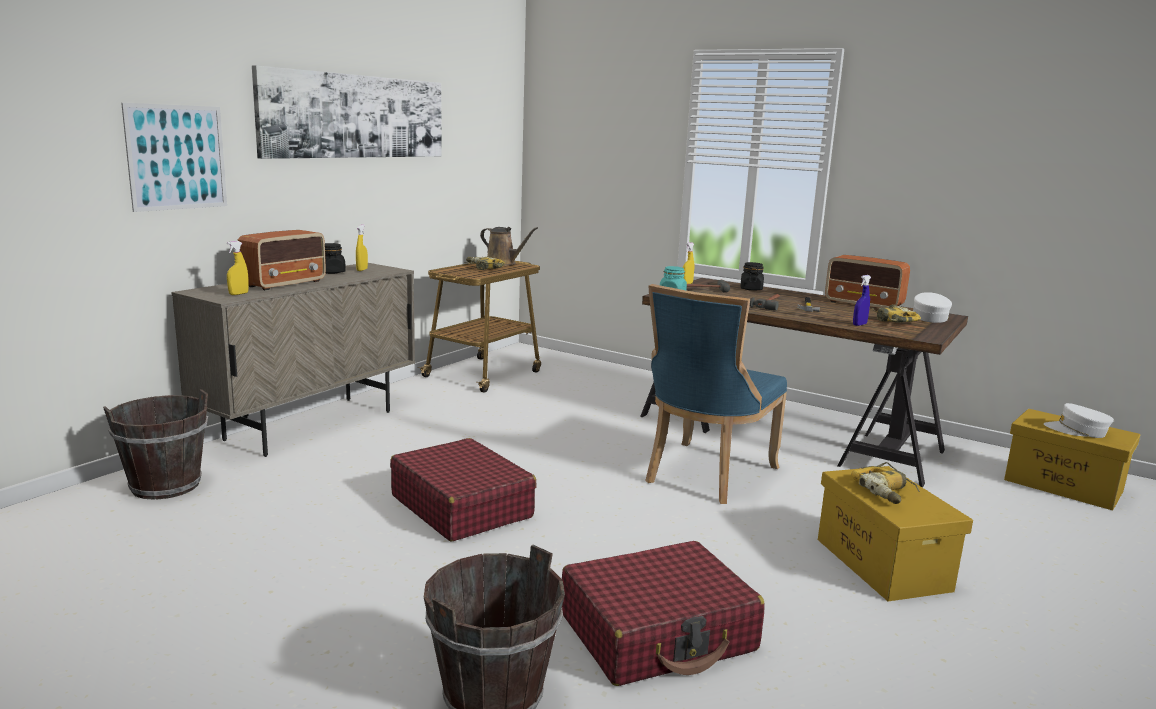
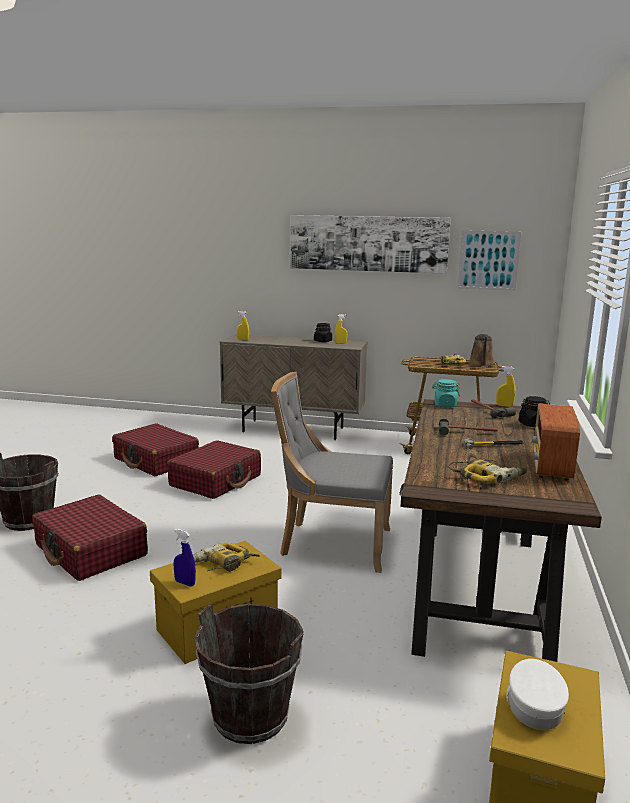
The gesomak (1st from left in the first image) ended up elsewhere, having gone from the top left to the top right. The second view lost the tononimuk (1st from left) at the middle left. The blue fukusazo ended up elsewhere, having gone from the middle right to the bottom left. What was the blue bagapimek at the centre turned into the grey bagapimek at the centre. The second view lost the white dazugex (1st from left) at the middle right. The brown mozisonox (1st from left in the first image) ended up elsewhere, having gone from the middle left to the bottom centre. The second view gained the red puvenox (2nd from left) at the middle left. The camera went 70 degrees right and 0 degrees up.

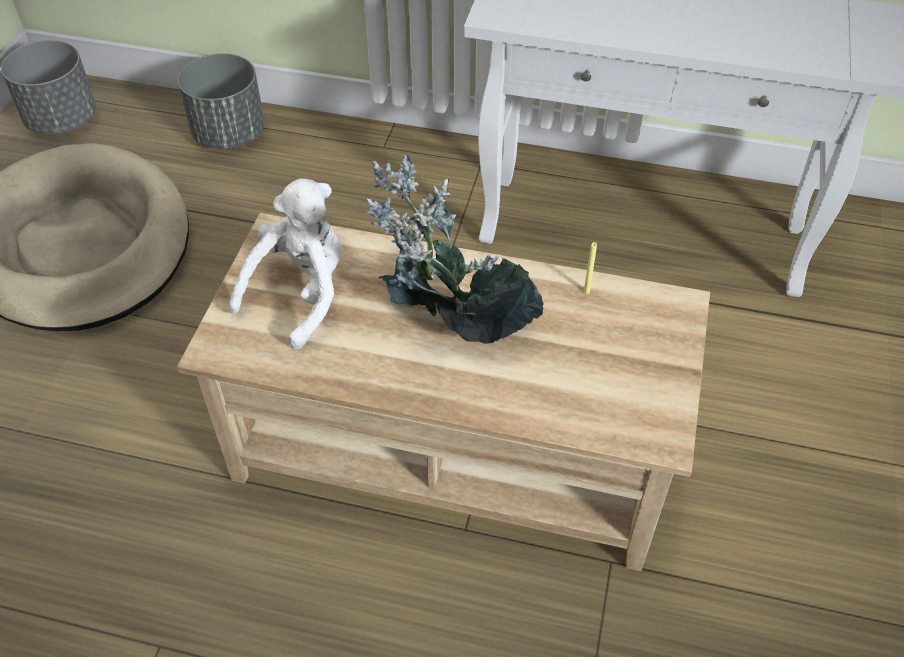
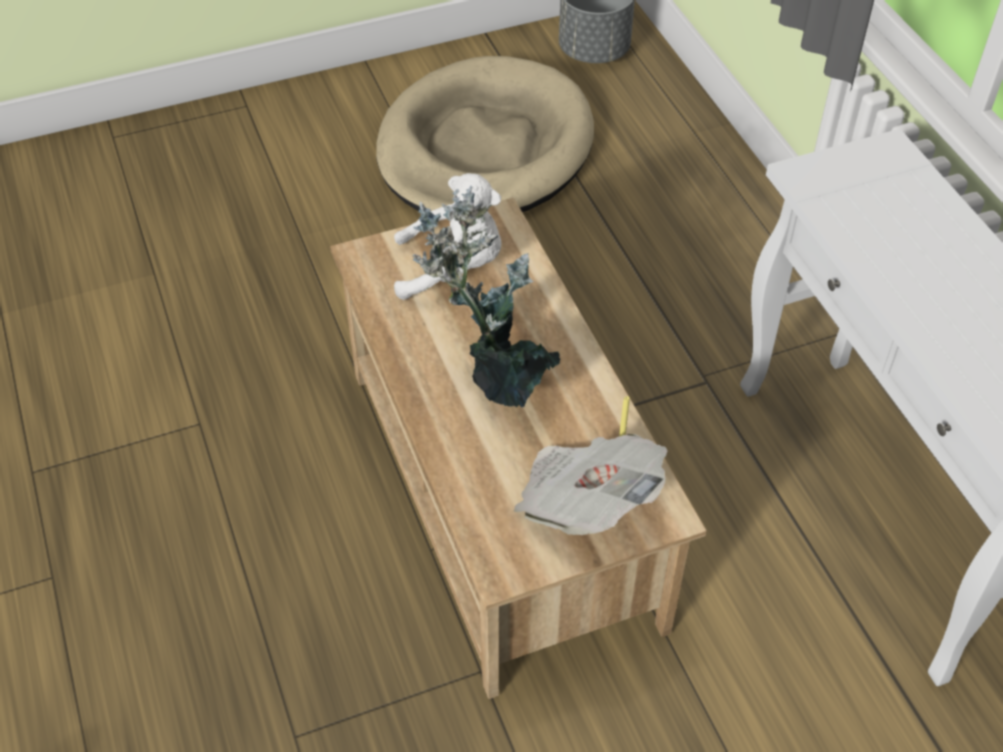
The second view lost the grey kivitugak (2nd from left) at the top left. The second view gained the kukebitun at the centre. The camera went 55 degrees right and 0 degrees up.

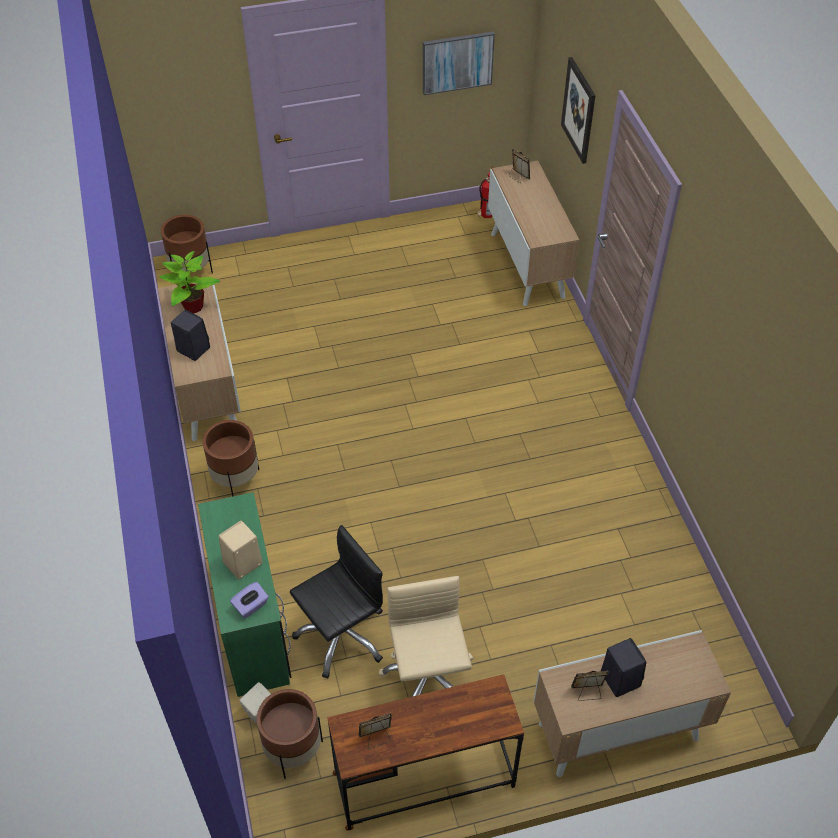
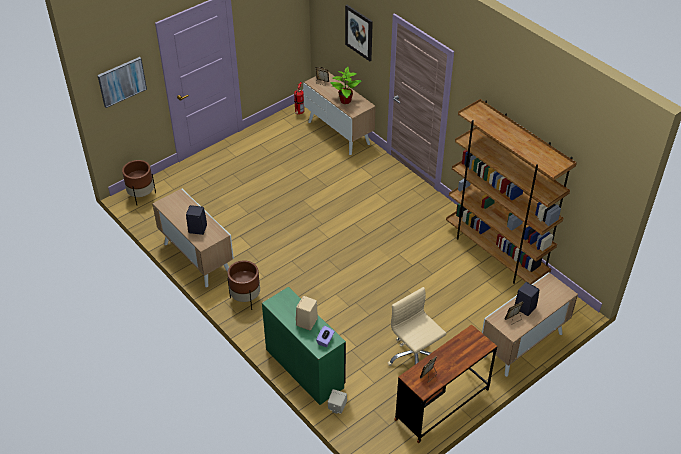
The gesomak (1st from left) ended up elsewhere, having gone from the top centre to the top left. The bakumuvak ended up elsewhere, having gone from the middle left to the top centre. The second view lost the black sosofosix at the bottom centre. The second view lost the brown kivitugak (3rd from left) at the bottom centre. The second view gained the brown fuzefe at the middle right. The camera went 25 degrees left and 5 degrees down.

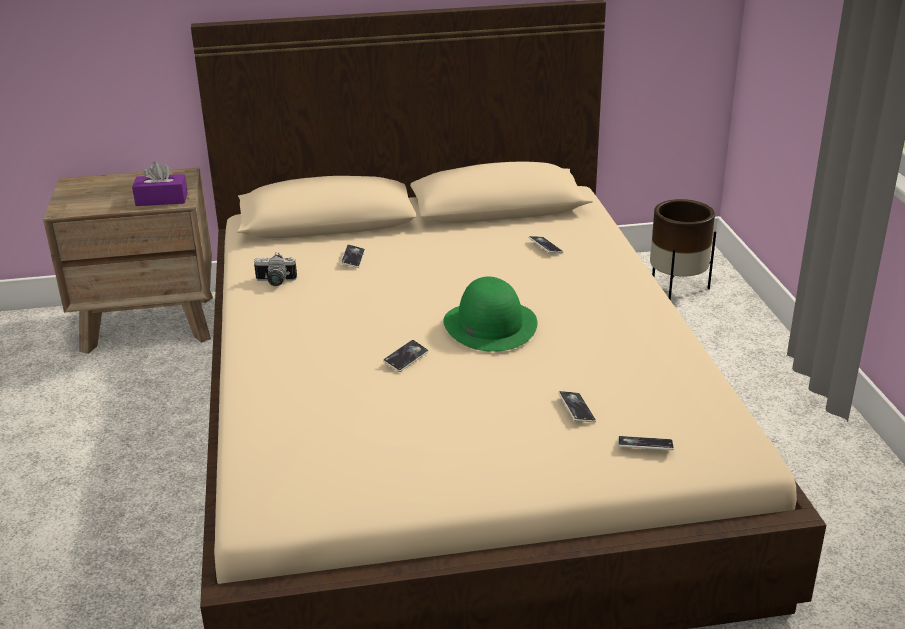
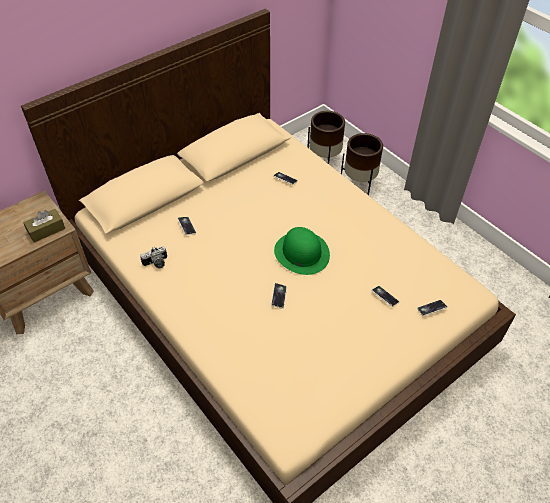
What was the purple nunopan at the top left turned into the brown nunopan at the middle left. The second view gained the brown kivitugak (2nd from left) at the top centre. The camera went 30 degrees left and 20 degrees up.

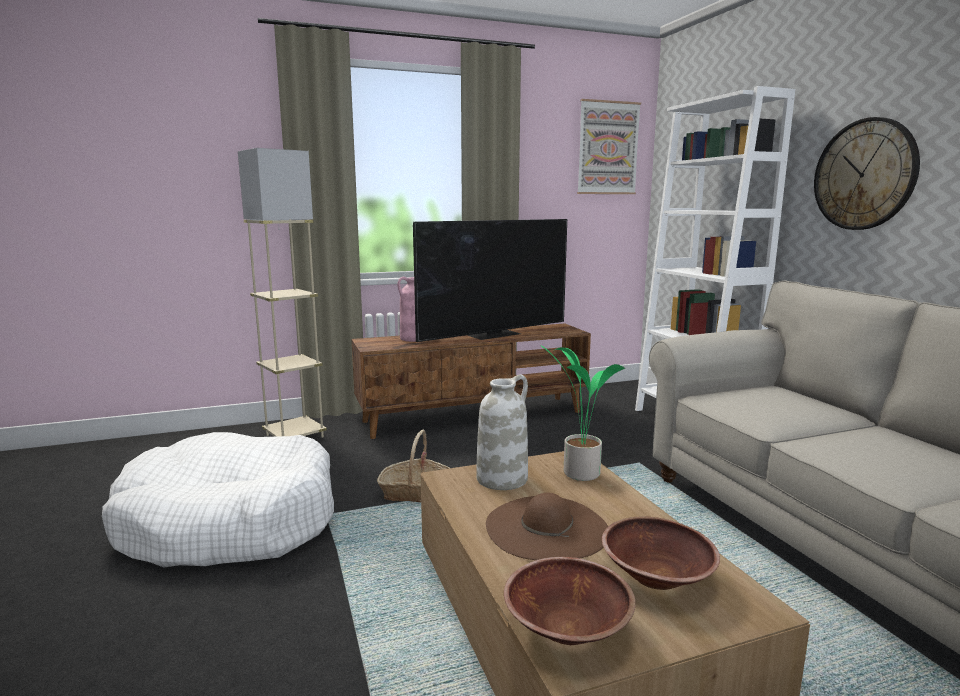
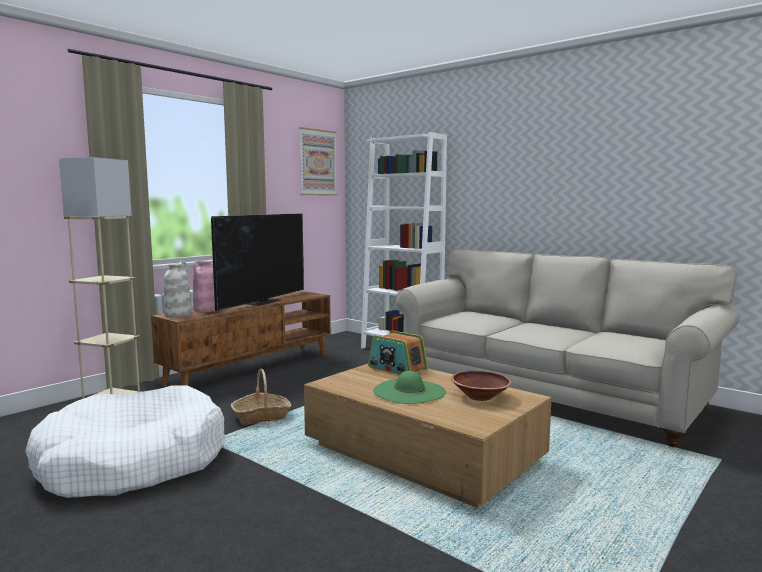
The second view lost the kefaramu at the top right. Where the bakumuvak stood at the centre, the tononimuk came to stand at the centre. The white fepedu ended up elsewhere, having gone from the centre to the middle left. What was the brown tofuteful at the bottom centre turned into the green tofuteful at the bottom centre. The second view lost the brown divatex (1st from left) at the bottom centre. The camera went 30 degrees left and 5 degrees down.

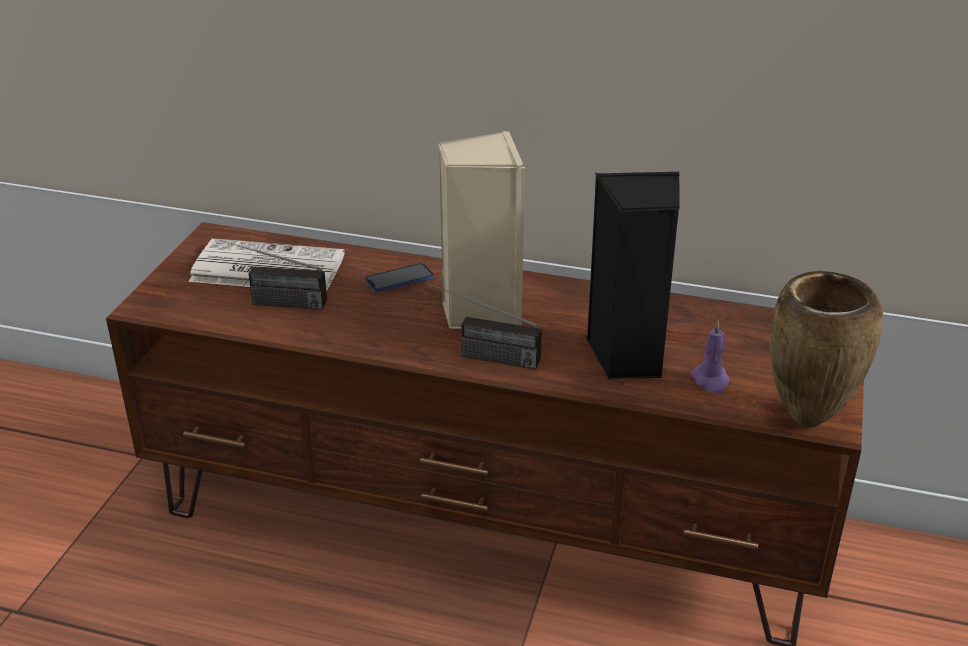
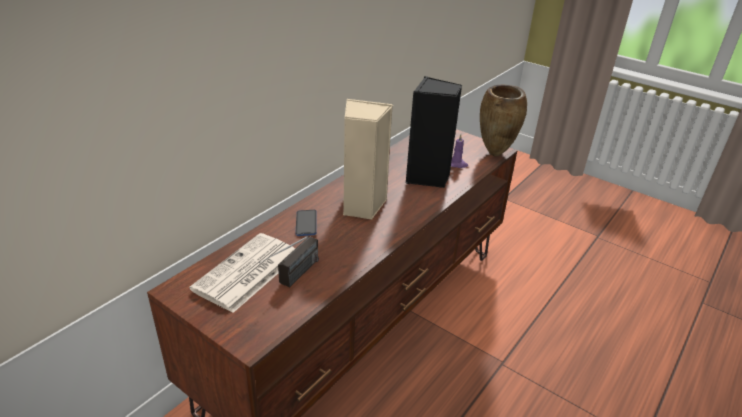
The second view lost the tononimuk (2nd from left) at the centre. The camera went 70 degrees left and 0 degrees up.

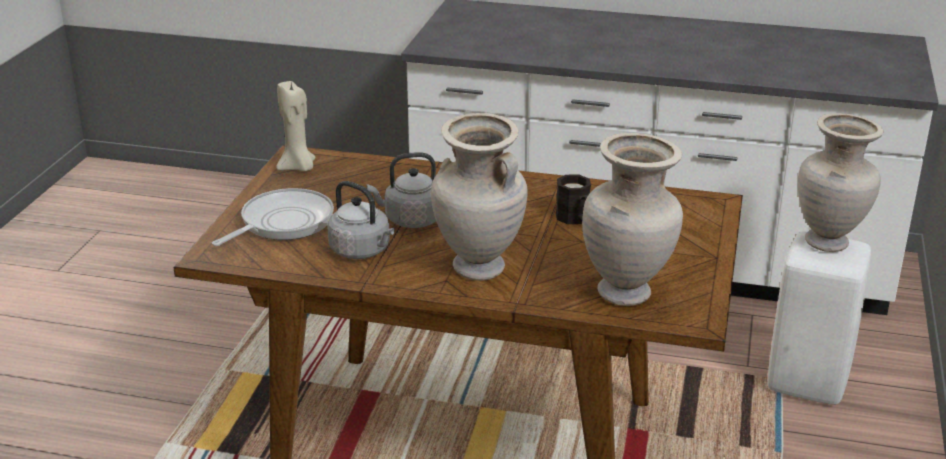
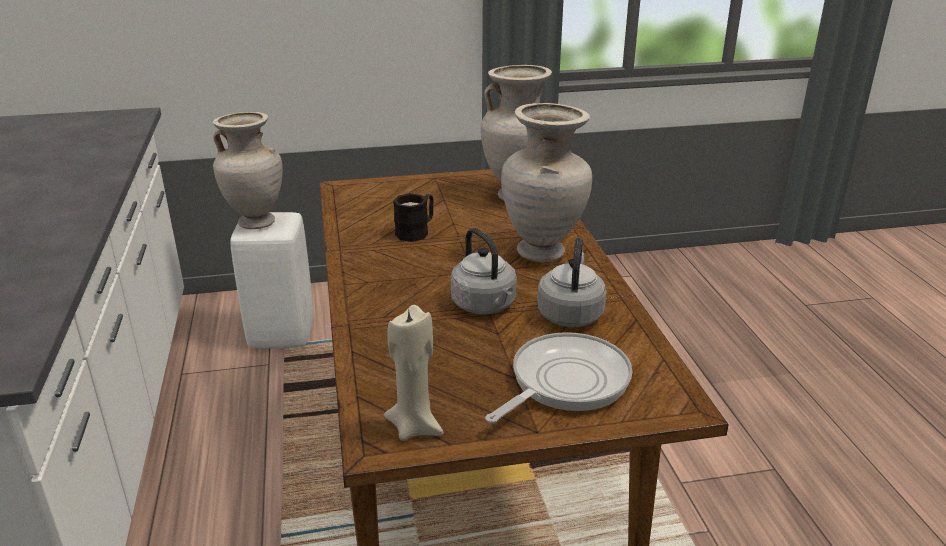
The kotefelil at the middle left ended up facing another way, 120 degrees clockwise from before. The camera went 115 degrees left and 0 degrees up.

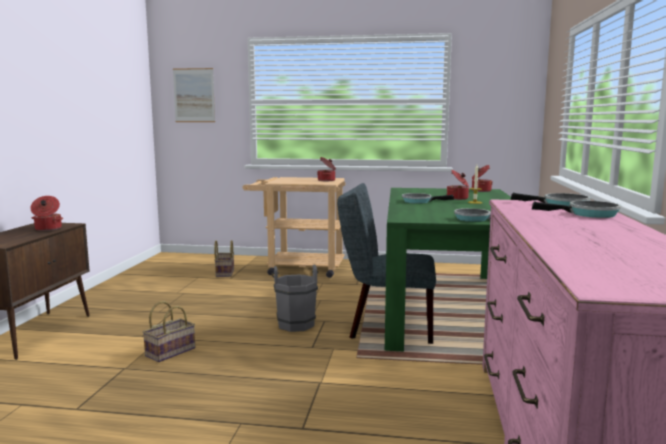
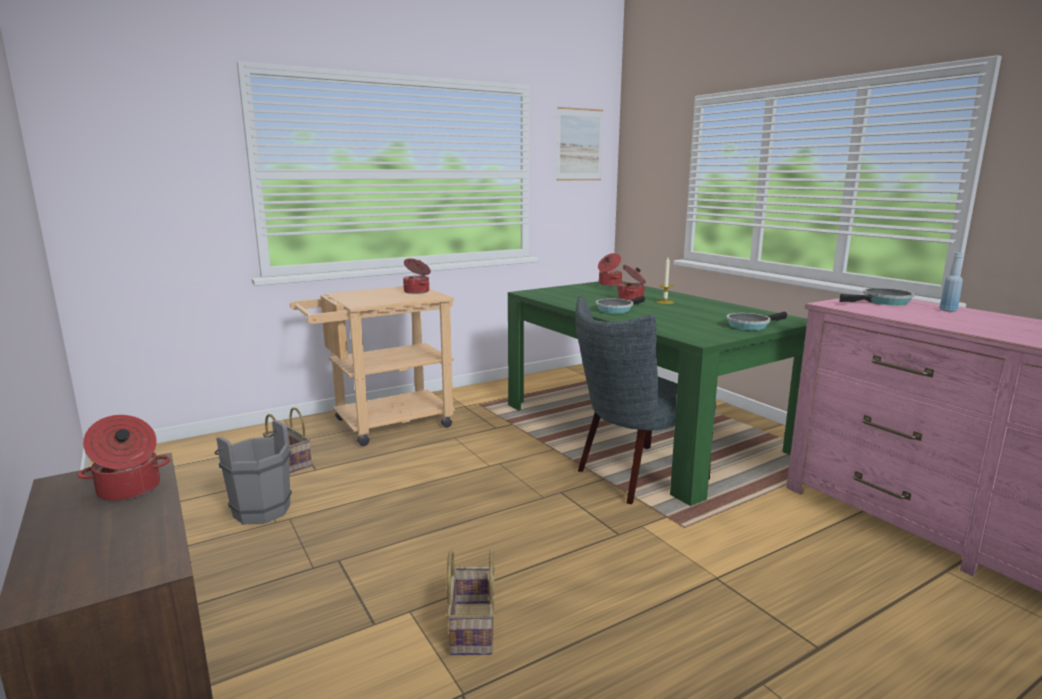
The gesomak ended up elsewhere, having gone from the top left to the top centre. Where the kotefelil (4th from left) stood at the middle right, the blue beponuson came to stand at the middle right. The grey mozisonox ended up elsewhere, having gone from the bottom centre to the bottom left. The camera went 40 degrees left and 5 degrees up.

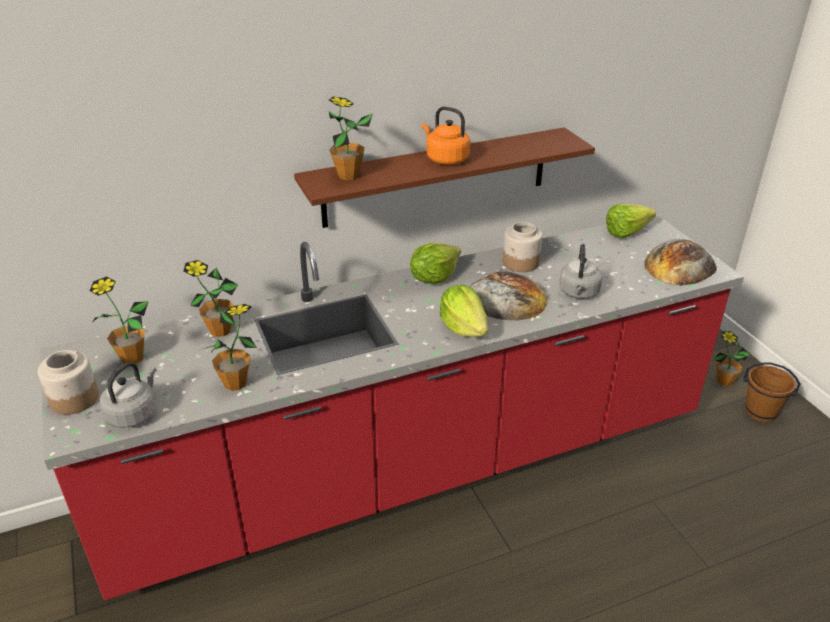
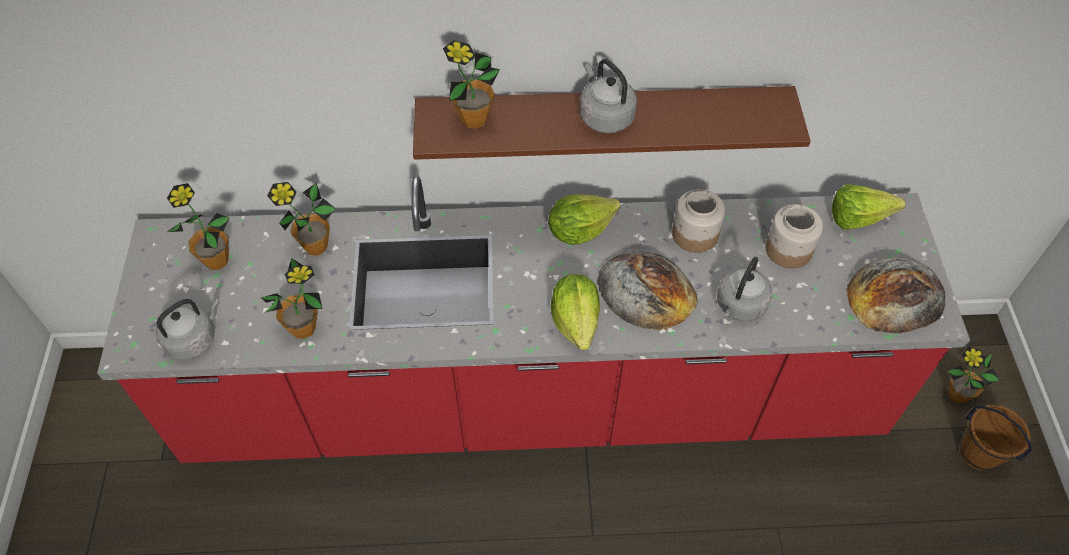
What was the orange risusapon at the top centre turned into the grey risusapon (2nd from left) at the top centre. The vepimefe (1st from left in the first image) ended up elsewhere, having gone from the middle left to the middle right. The camera went 20 degrees right and 20 degrees up.

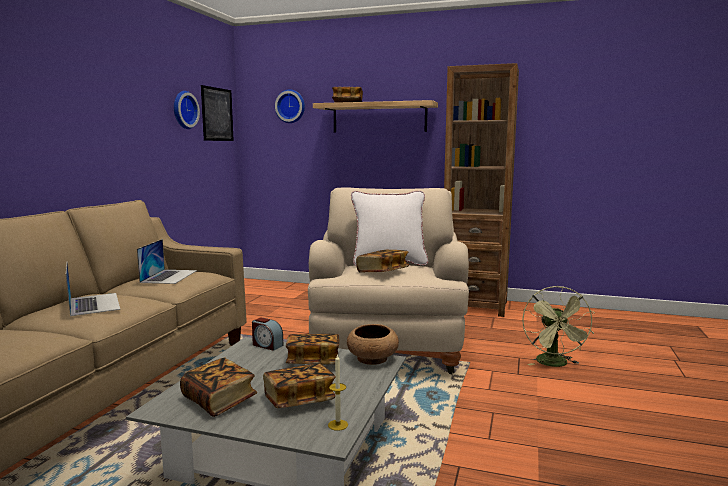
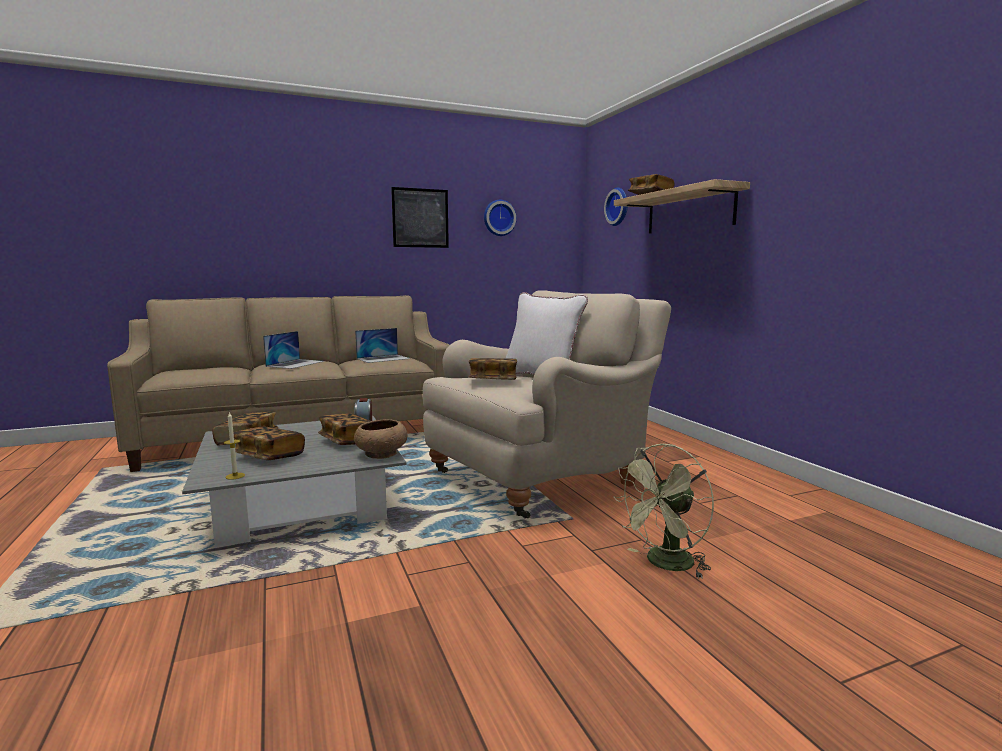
The second view lost the brown fuzefe at the centre. The gesomak ended up elsewhere, having gone from the top left to the top centre. The camera went 50 degrees right and 0 degrees up.

